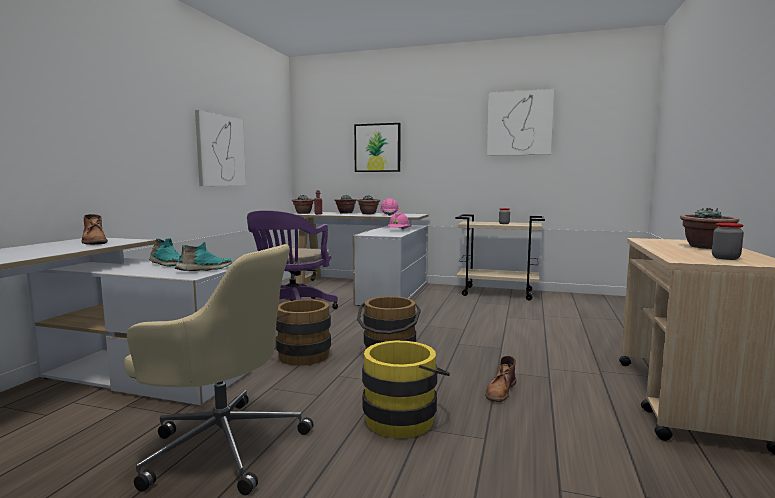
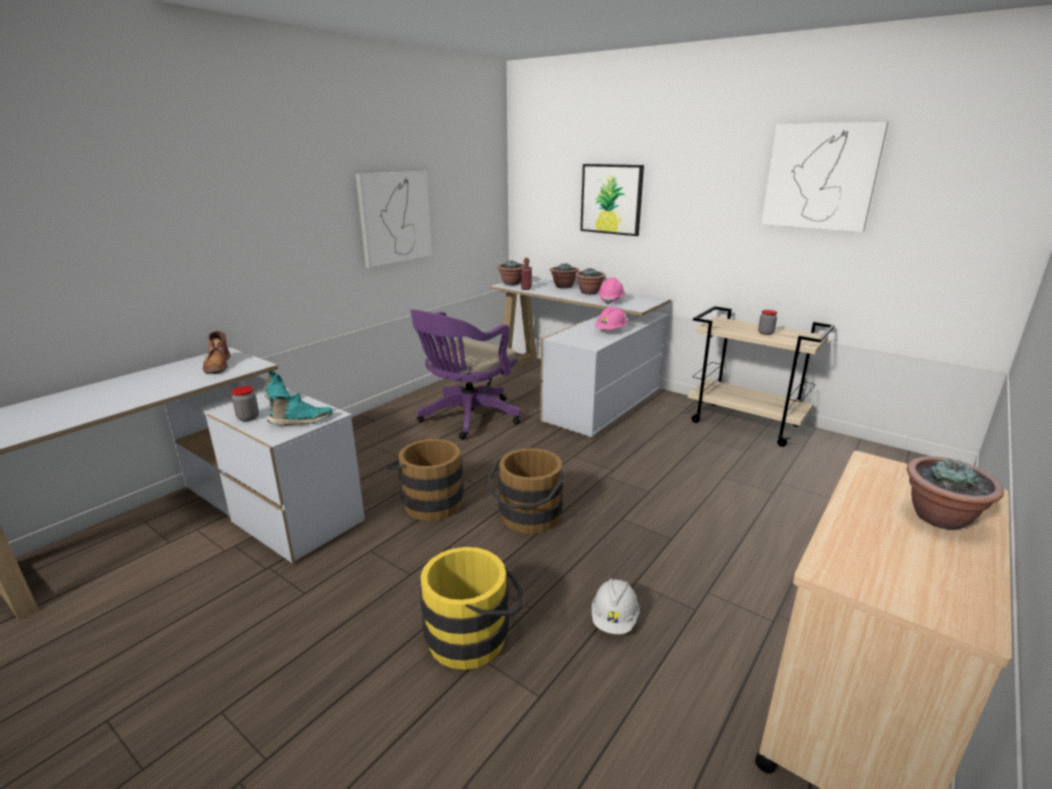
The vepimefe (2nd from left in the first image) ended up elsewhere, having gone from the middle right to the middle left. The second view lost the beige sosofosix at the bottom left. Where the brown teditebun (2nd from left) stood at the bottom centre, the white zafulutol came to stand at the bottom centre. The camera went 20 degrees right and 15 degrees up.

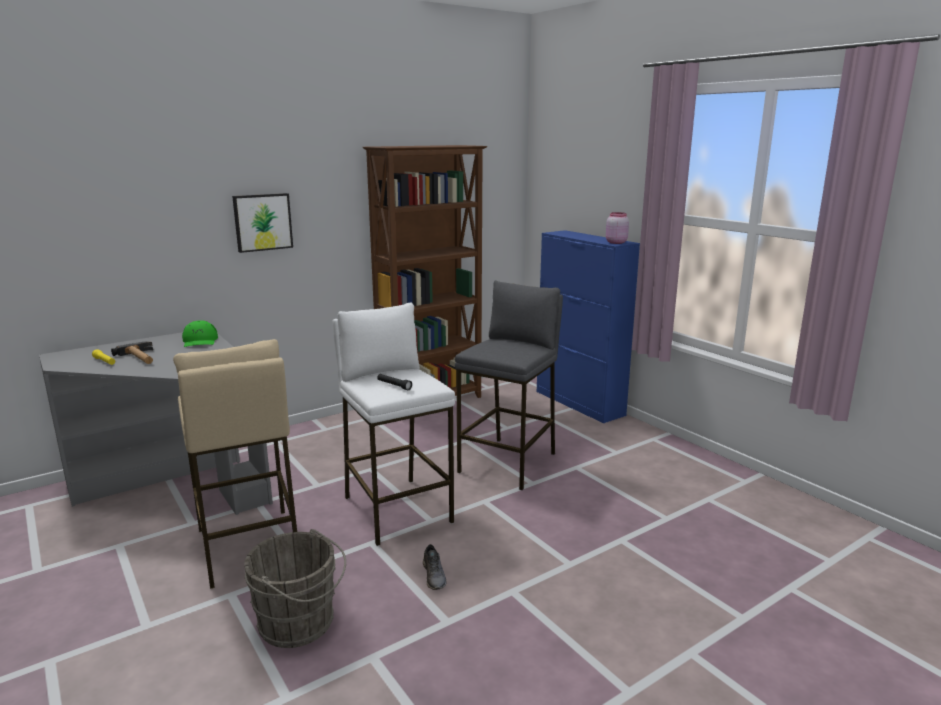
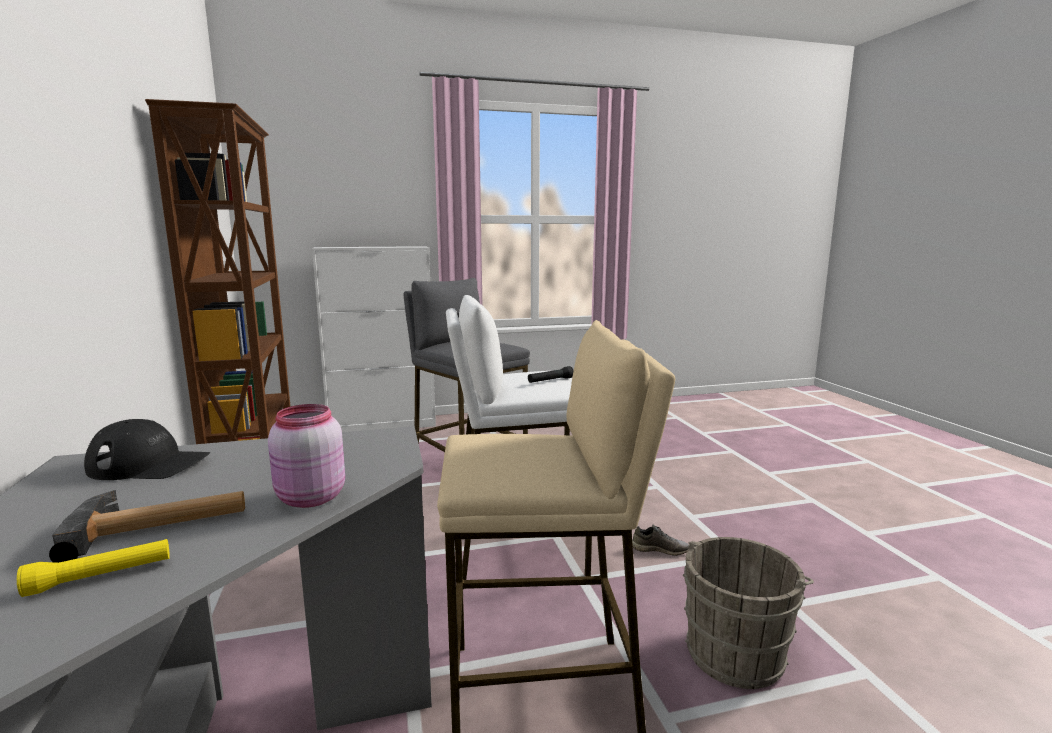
The second view lost the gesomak at the top left. The pink vepimefe ended up elsewhere, having gone from the top centre to the middle left. What was the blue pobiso at the centre turned into the white pobiso at the centre. What was the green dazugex at the middle left turned into the black dazugex at the middle left. The camera went 70 degrees left and 5 degrees down.

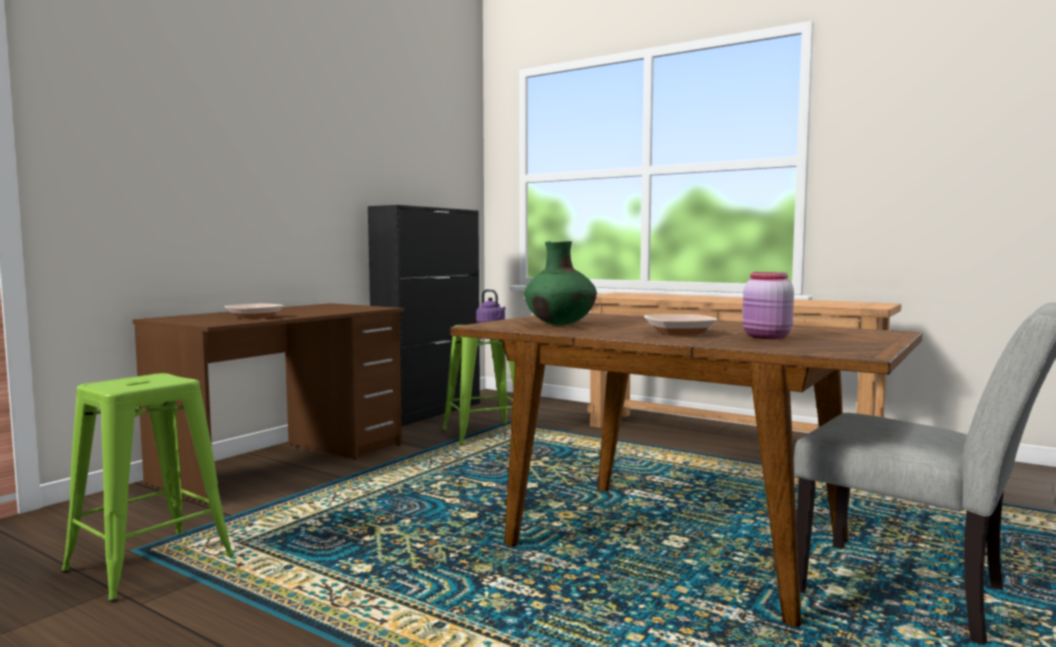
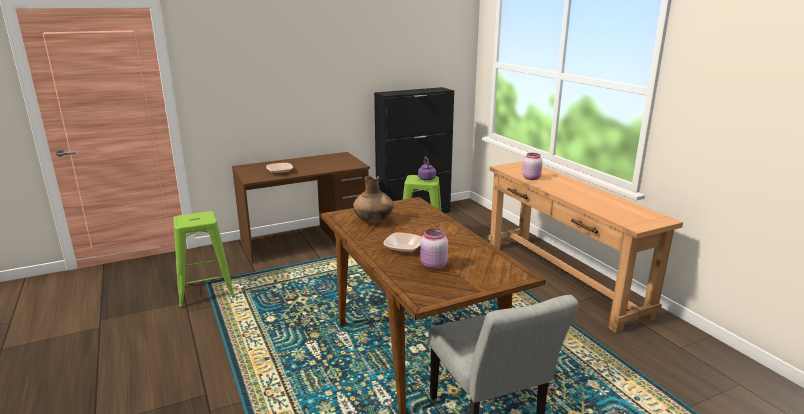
What was the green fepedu at the centre turned into the brown fepedu at the centre. The second view gained the pink vepimefe (2nd from left) at the centre. The camera went 30 degrees right and 15 degrees up.

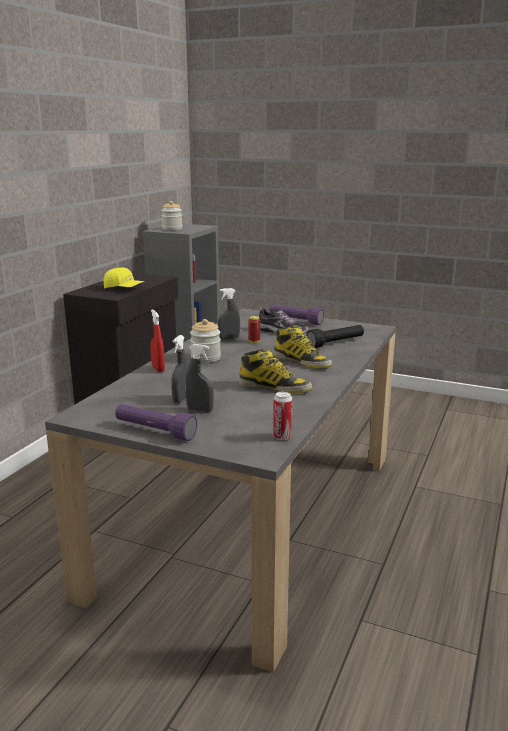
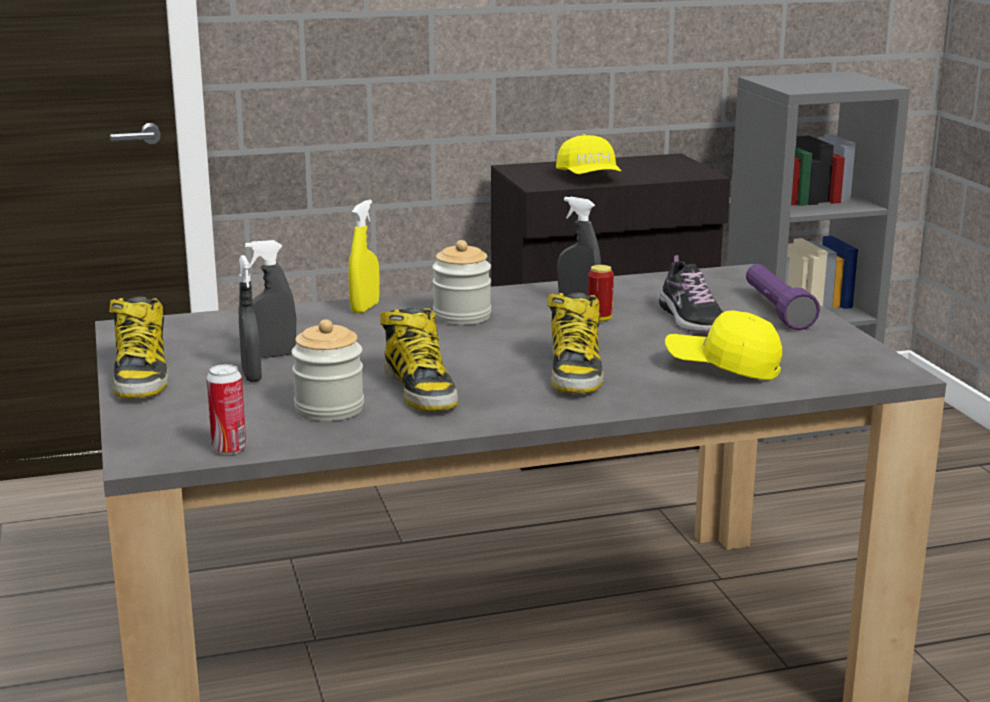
The vepimefe (1st from left) ended up elsewhere, having gone from the top centre to the middle left. What was the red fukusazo at the middle left turned into the yellow fukusazo at the centre. Where the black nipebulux stood at the centre, the yellow dazugex (2nd from left) came to stand at the middle right. Where the purple nipebulux (1st from left) stood at the middle left, the teditebun (1st from left) came to stand at the middle left. The camera went 50 degrees right and 0 degrees up.

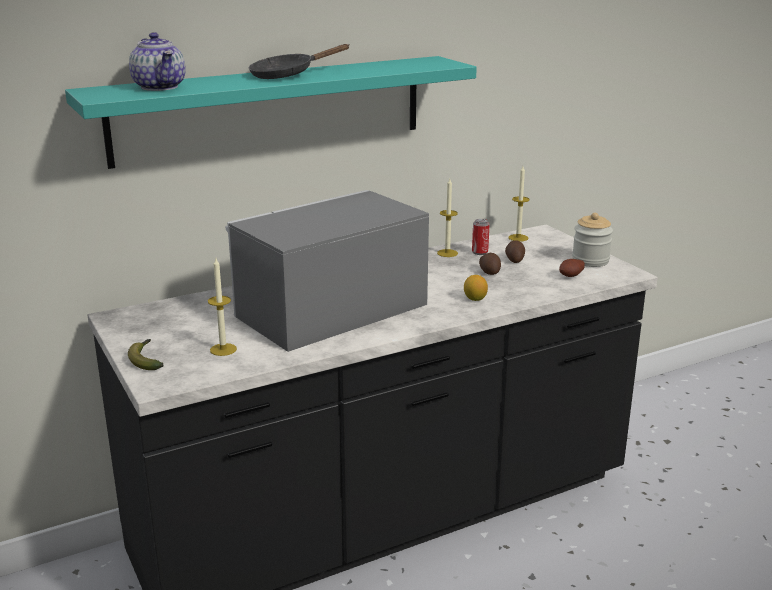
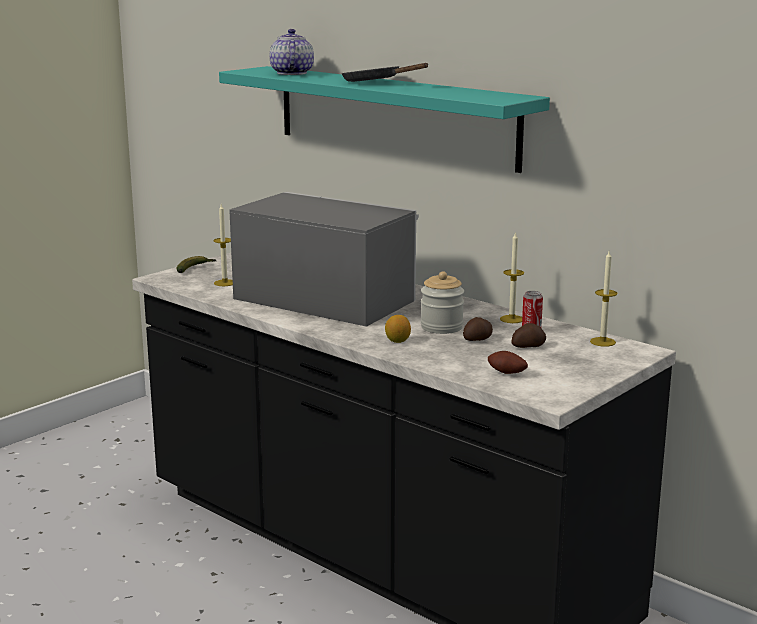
The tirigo at the top left ended up facing another way, 135 degrees clockwise from before. The vepimefe ended up elsewhere, having gone from the middle right to the centre. The camera went 70 degrees right and 5 degrees down.

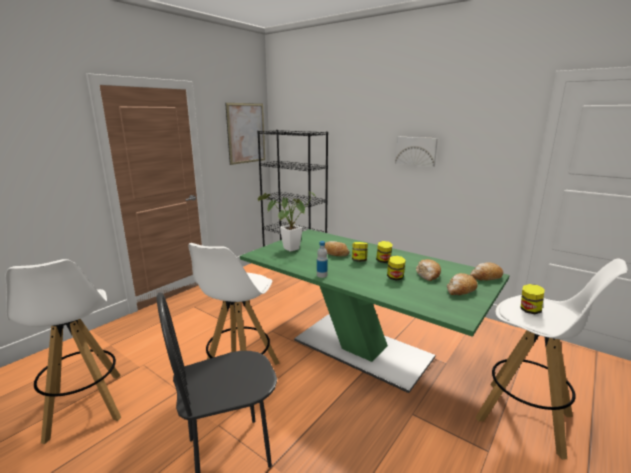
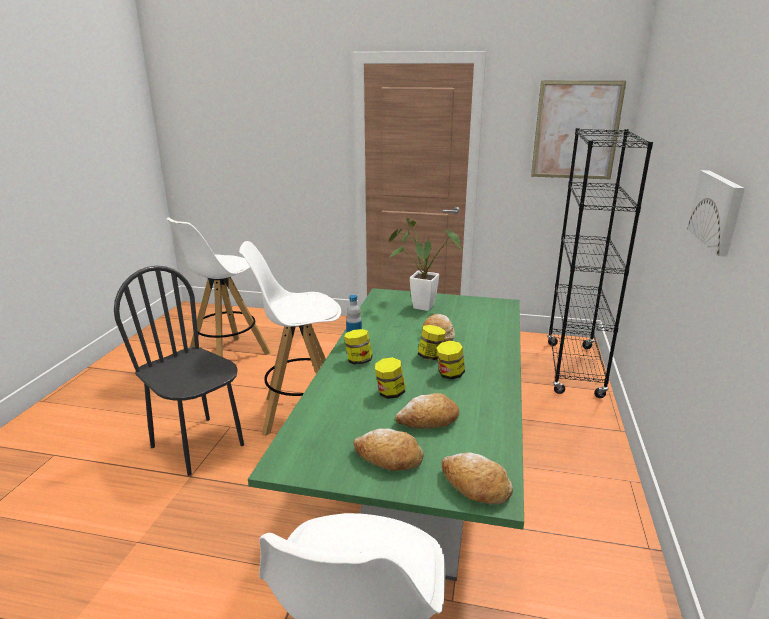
The vepimefe (4th from left in the first image) ended up elsewhere, having gone from the middle right to the centre. The camera went 65 degrees right and 5 degrees up.

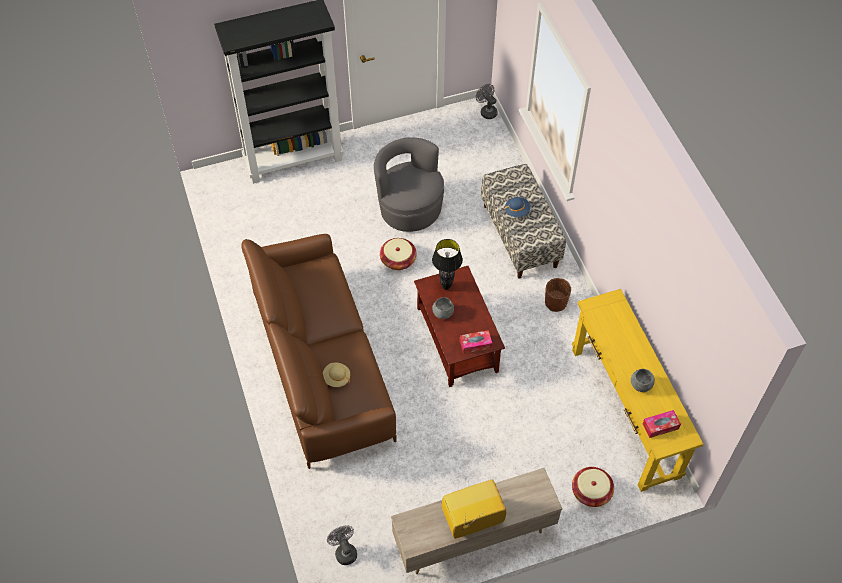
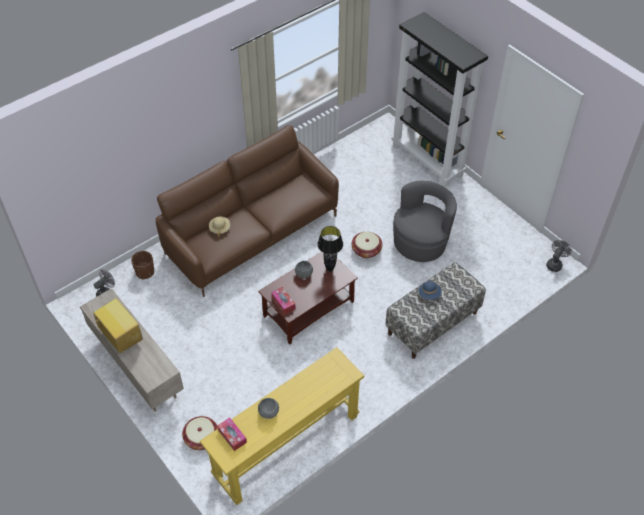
The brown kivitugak ended up elsewhere, having gone from the centre to the middle left. The camera went 70 degrees right and 5 degrees down.

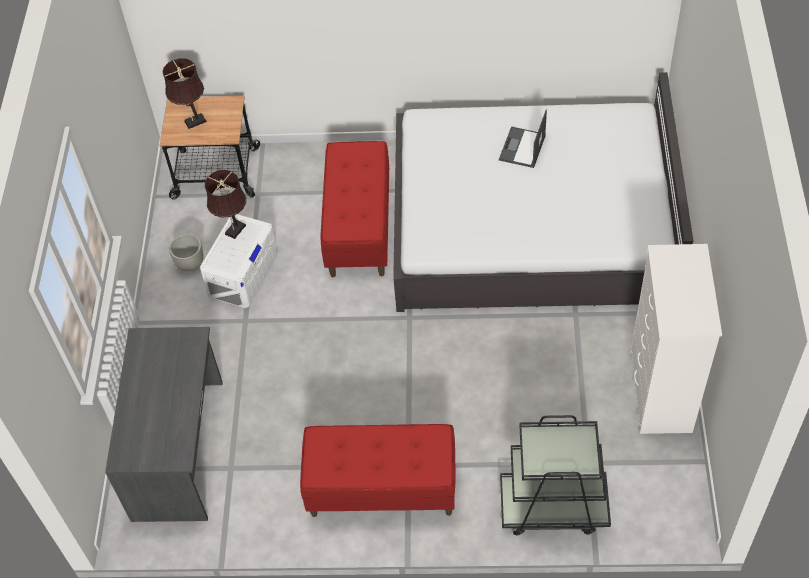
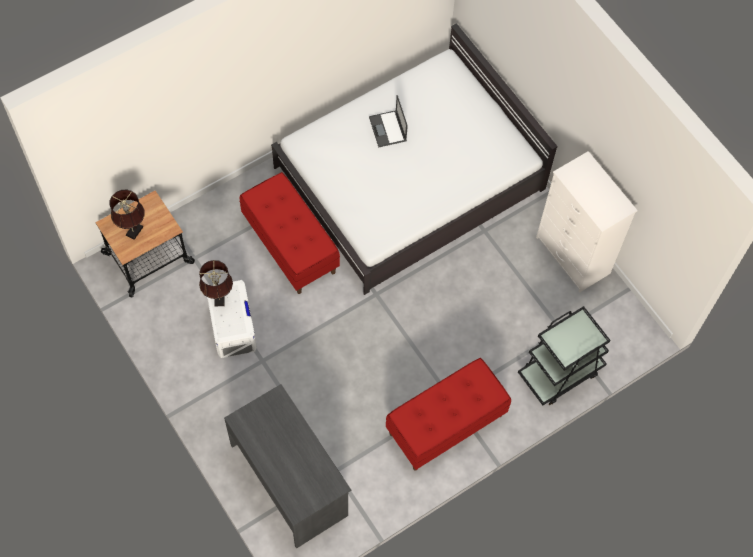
The second view lost the grey kivitugak at the middle left. The camera went 40 degrees left and 10 degrees up.

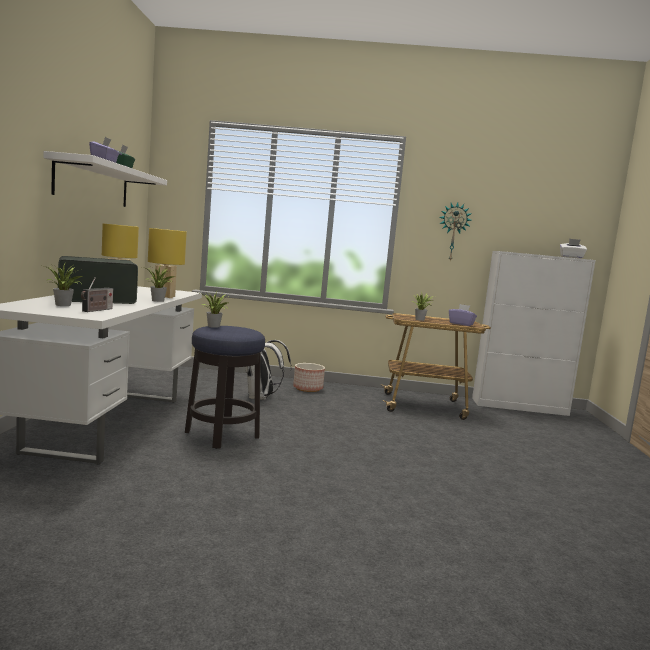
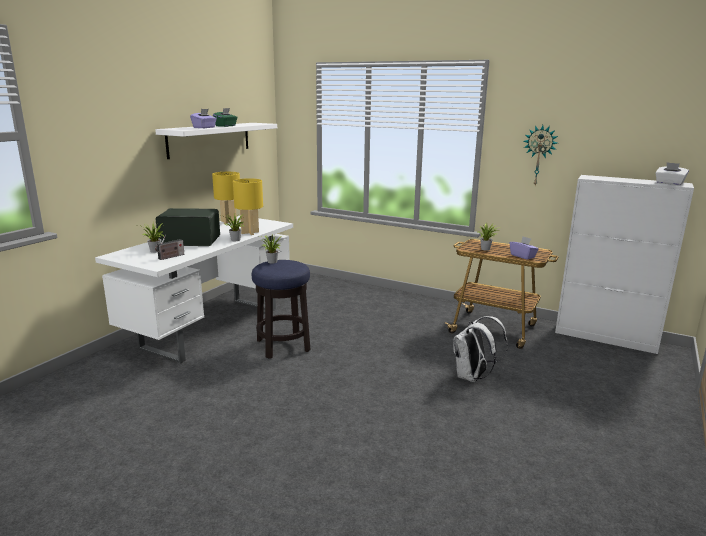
The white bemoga ended up elsewhere, having gone from the centre to the middle right. The second view lost the kivitugak at the centre. The camera went 25 degrees right and 10 degrees up.

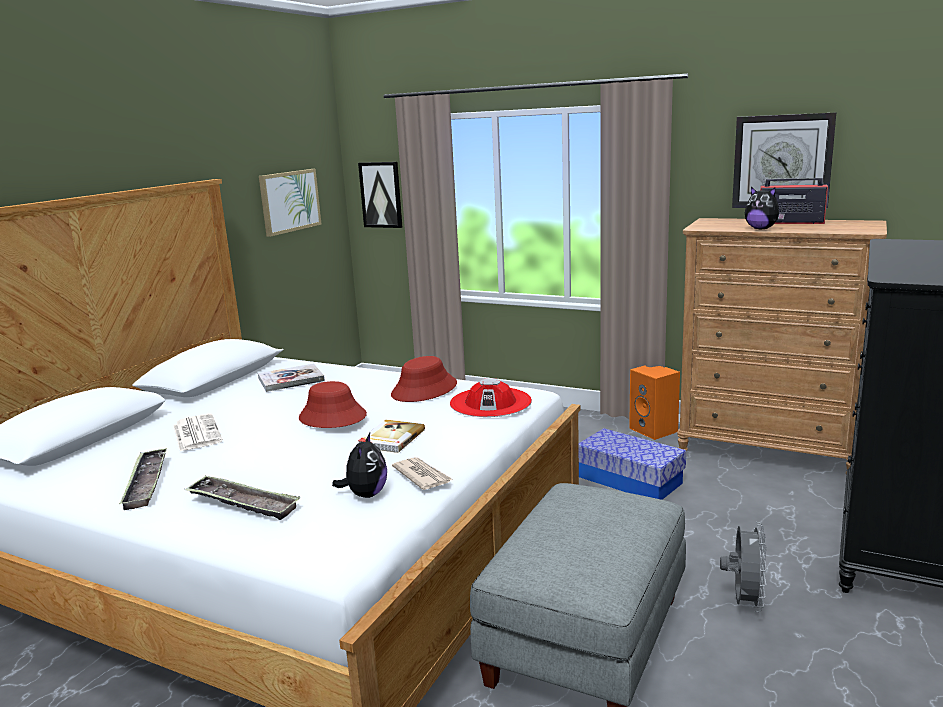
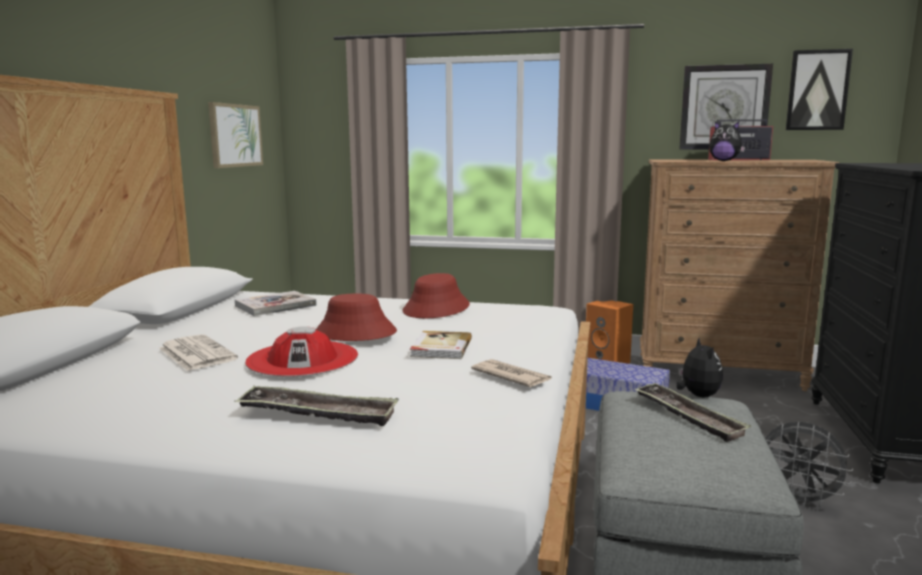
The gesomak (2nd from left) ended up elsewhere, having gone from the top centre to the top right. The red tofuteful (3rd from left in the first image) ended up elsewhere, having gone from the centre to the middle left. The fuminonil (1st from left) ended up elsewhere, having gone from the centre to the middle right. The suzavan (1st from left in the first image) ended up elsewhere, having gone from the bottom left to the bottom right. The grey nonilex at the bottom right ended up facing another way, 120 degrees clockwise from before. The camera went 15 degrees left and 5 degrees down.

